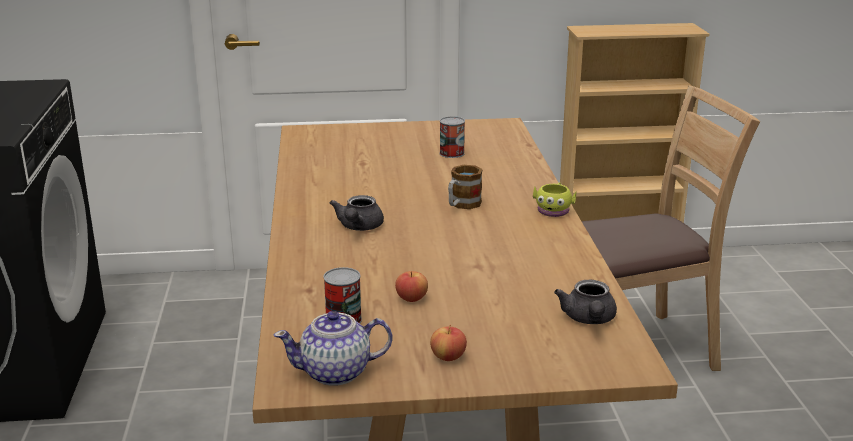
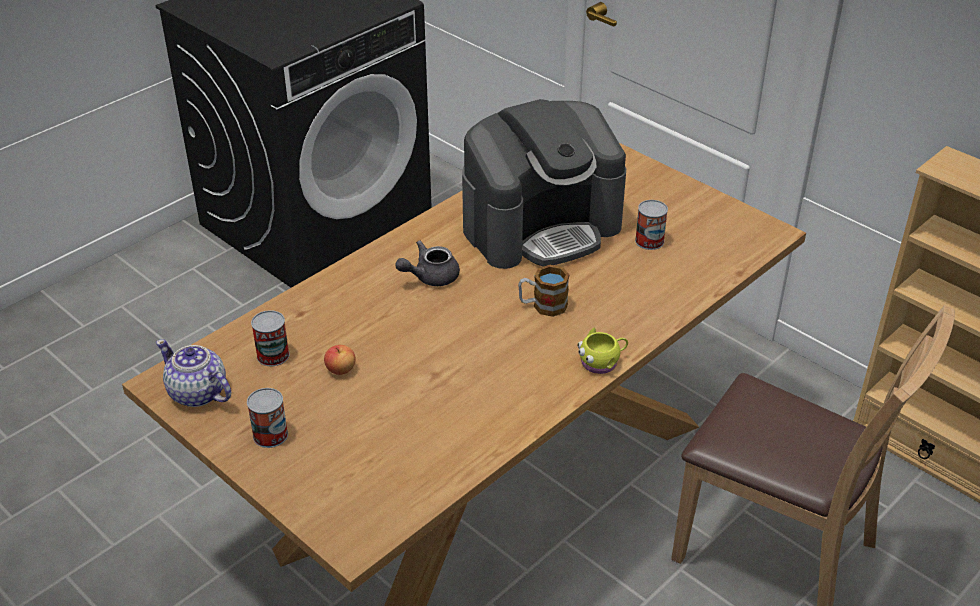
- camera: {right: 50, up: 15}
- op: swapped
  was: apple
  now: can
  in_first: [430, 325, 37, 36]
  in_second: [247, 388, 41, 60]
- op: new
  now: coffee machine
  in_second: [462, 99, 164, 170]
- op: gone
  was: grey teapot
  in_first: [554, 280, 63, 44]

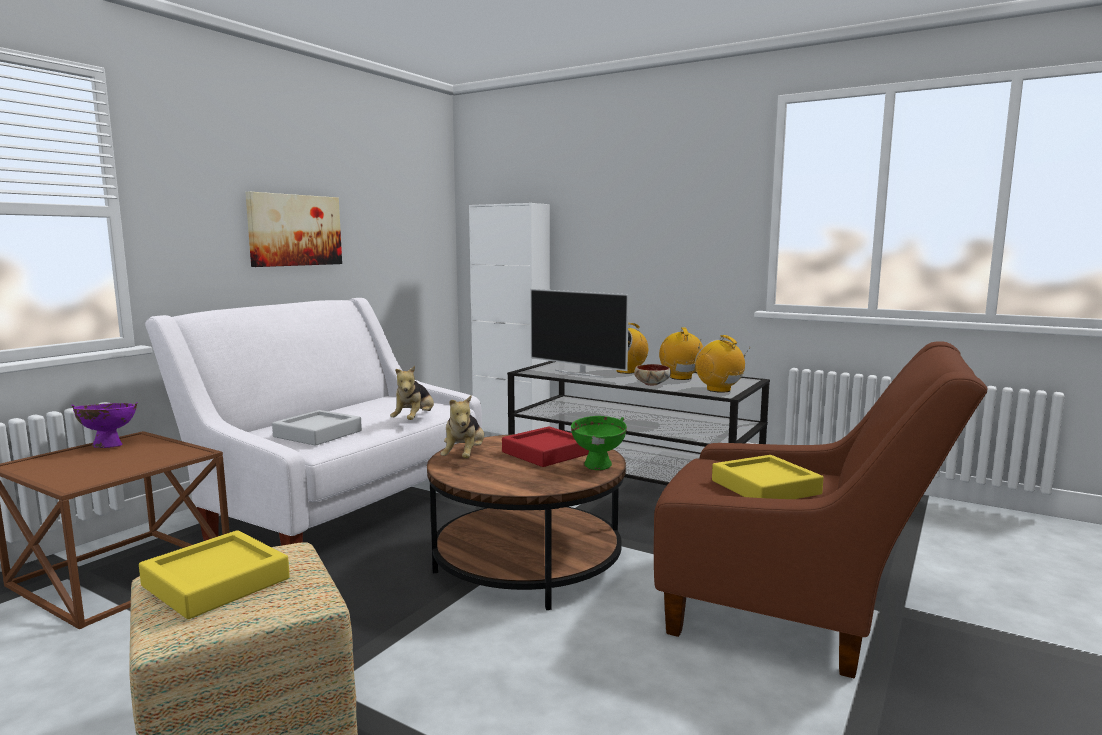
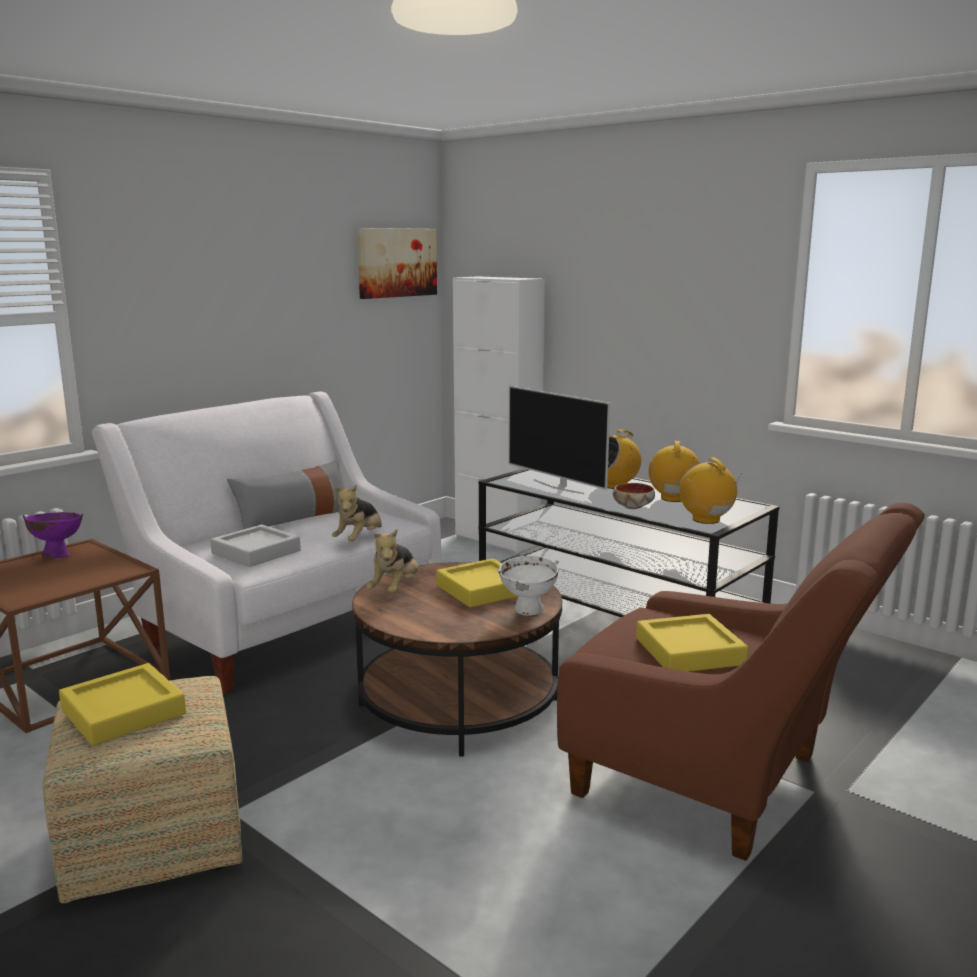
- camera: {right: 10, up: 5}
- op: new
  now: grey pillow
  in_second: [227, 460, 118, 70]
- op: shifted
  was: picture
  in_first: [245, 192, 97, 75]
  in_second: [357, 228, 80, 71]
- op: repainted
  was: red tray
  now: yellow tray
  in_first: [502, 426, 87, 41]
  in_second: [436, 558, 82, 49]
- op: repainted
  was: green bowl
  now: white bowl
  in_first: [571, 416, 56, 54]
  in_second: [498, 556, 61, 60]

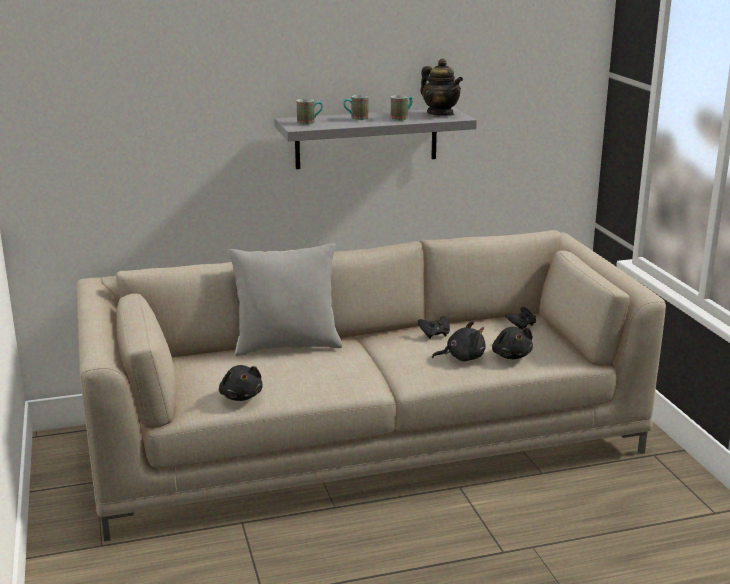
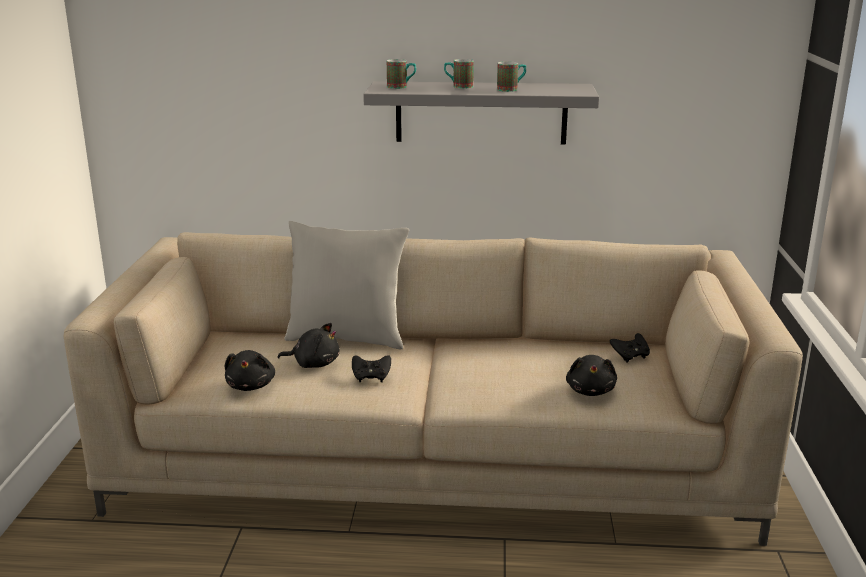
- camera: {right: 20, up: 0}
- op: shifted
  was: black plush toy
  in_first: [432, 321, 54, 41]
  in_second: [277, 323, 63, 45]
- op: shifted
  was: black game controller
  in_first: [418, 316, 32, 23]
  in_second: [352, 355, 39, 27]
- op: gone
  was: teapot
  in_first: [420, 59, 43, 57]

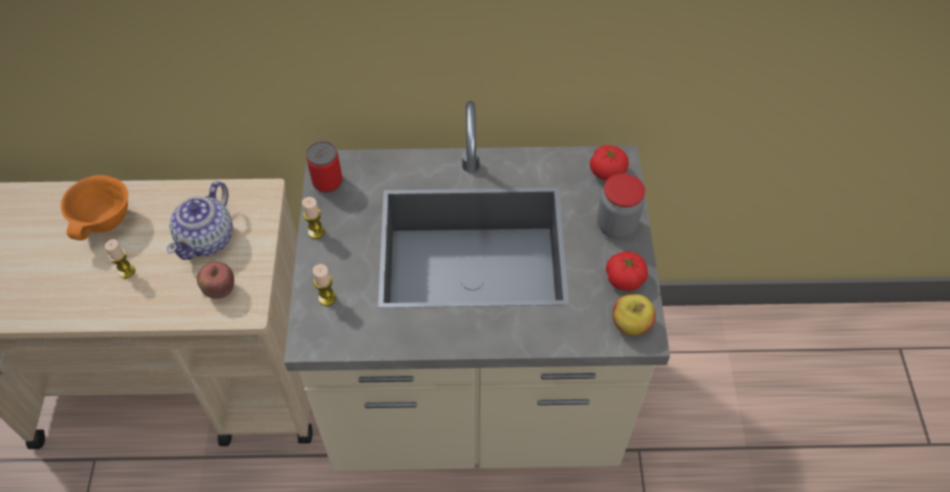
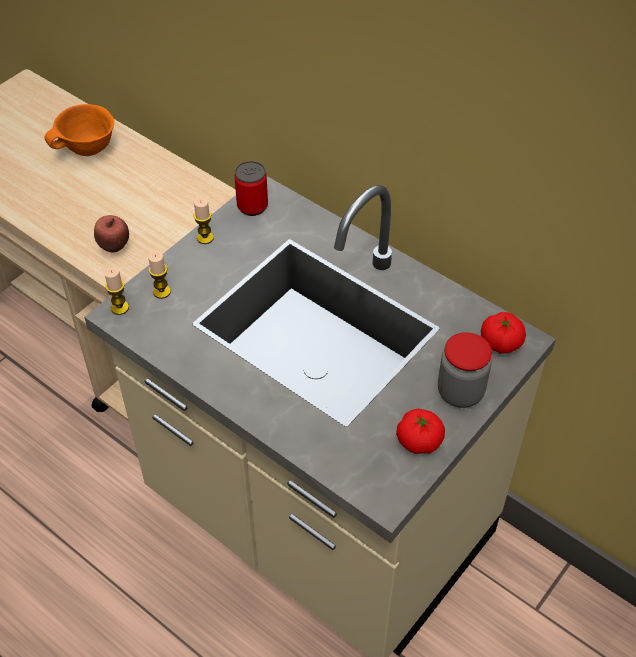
- camera: {right: 40, up: -5}
- op: shifted
  was: candle
  in_first: [105, 239, 30, 39]
  in_second: [104, 267, 25, 48]
- op: gone
  was: teapot
  in_first: [167, 181, 66, 79]
- op: gone
  was: apple
  in_first: [613, 294, 43, 42]

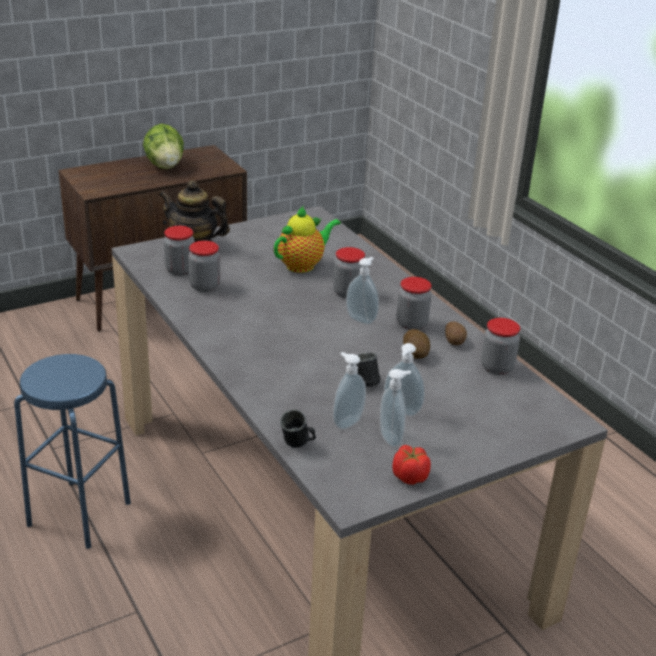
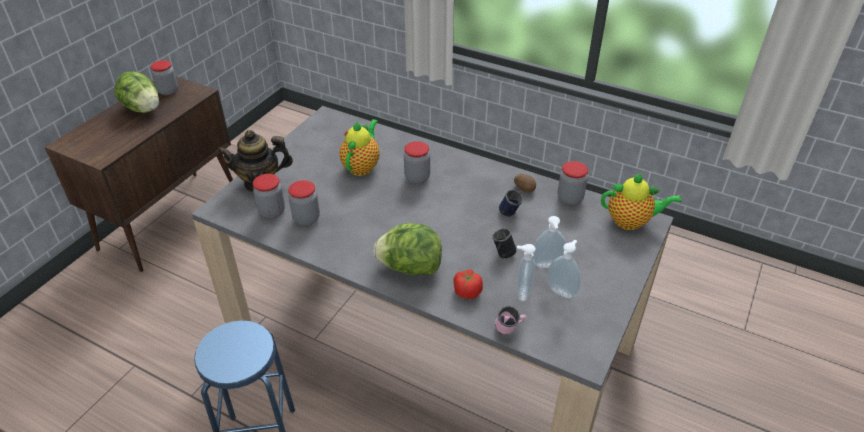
- camera: {right: -30, up: 10}
- op: shifted
  was: jar
  in_first: [396, 277, 36, 53]
  in_second: [151, 60, 27, 35]
- op: new
  now: lettuce
  in_second: [373, 223, 69, 52]
- op: shifted
  was: tomato
  in_first: [392, 445, 39, 40]
  in_second: [453, 269, 30, 30]
- op: repainted
  was: black mug
  now: pink mug
  in_first: [280, 409, 36, 39]
  in_second: [495, 306, 31, 28]
- op: swapped
  was: potato
  now: blue mug
  in_first: [403, 329, 27, 30]
  in_second: [499, 190, 24, 27]
- op: new
  now: teapot
  in_second: [601, 173, 81, 57]
- op: gone
  was: soap dispenser
  in_first: [346, 257, 33, 67]

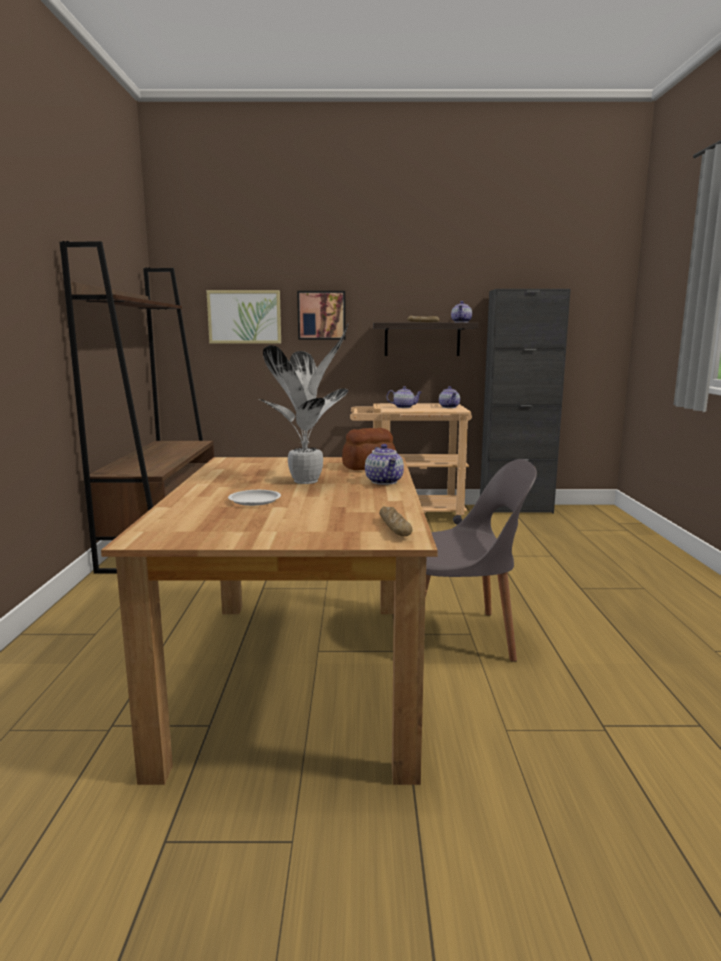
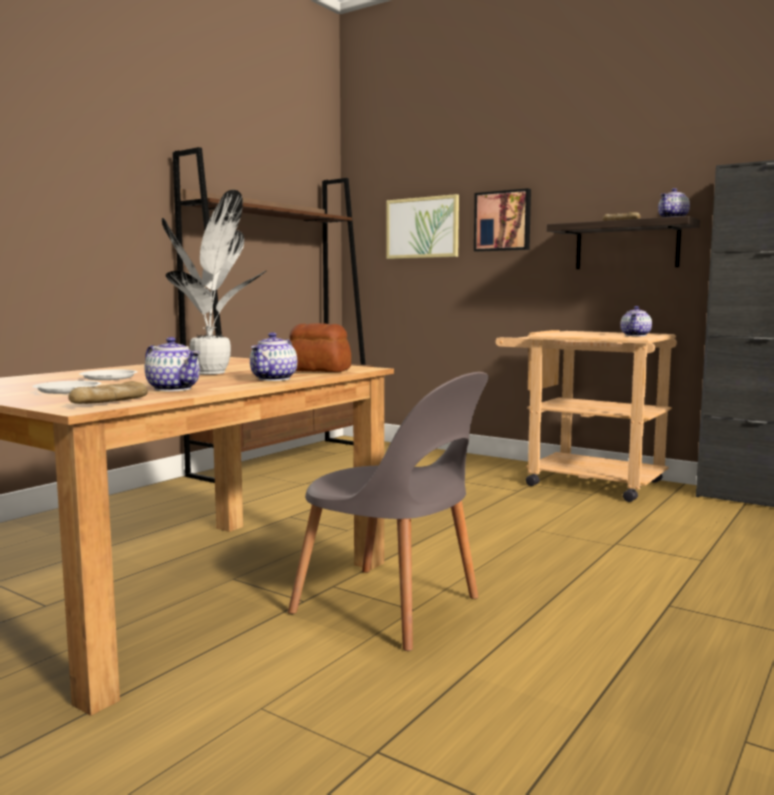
- camera: {right: 35, up: -5}
- op: new
  now: white plate
  in_second: [32, 381, 70, 13]
- op: shifted
  was: teapot
  in_first: [387, 386, 35, 22]
  in_second: [145, 337, 55, 54]

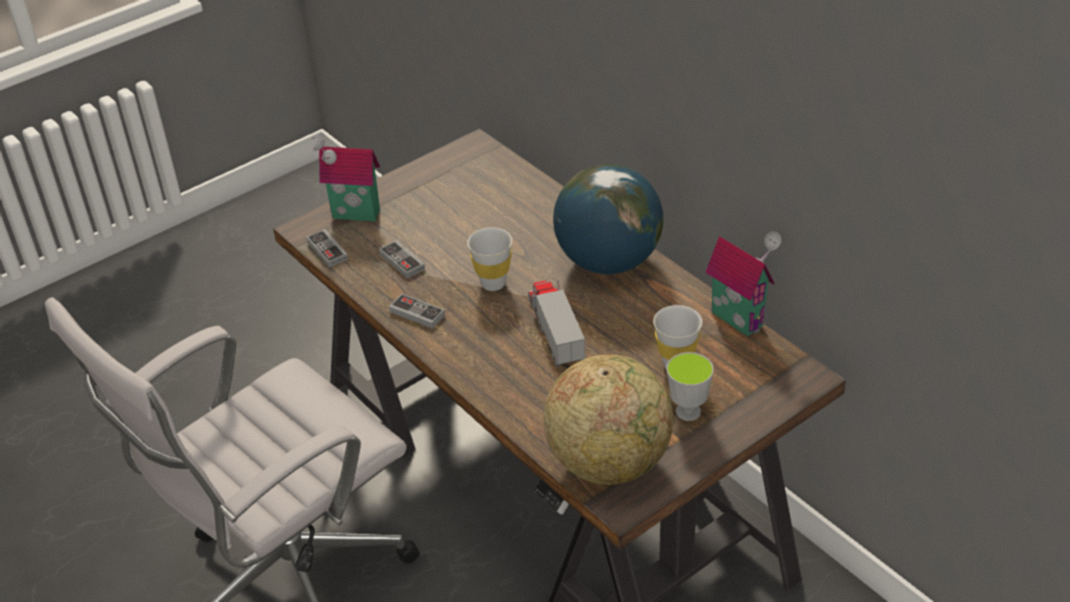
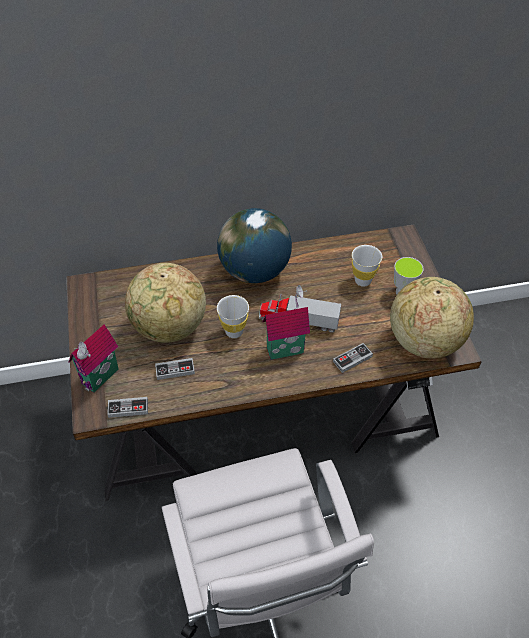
- camera: {right: -65, up: 10}
- op: new
  now: globe
  in_second: [125, 263, 81, 80]
- op: shifted
  was: toy house
  in_first: [705, 231, 76, 105]
  in_second: [262, 285, 48, 75]
- op: shifted
  was: game controller
  in_first: [389, 294, 56, 35]
  in_second: [333, 343, 40, 30]

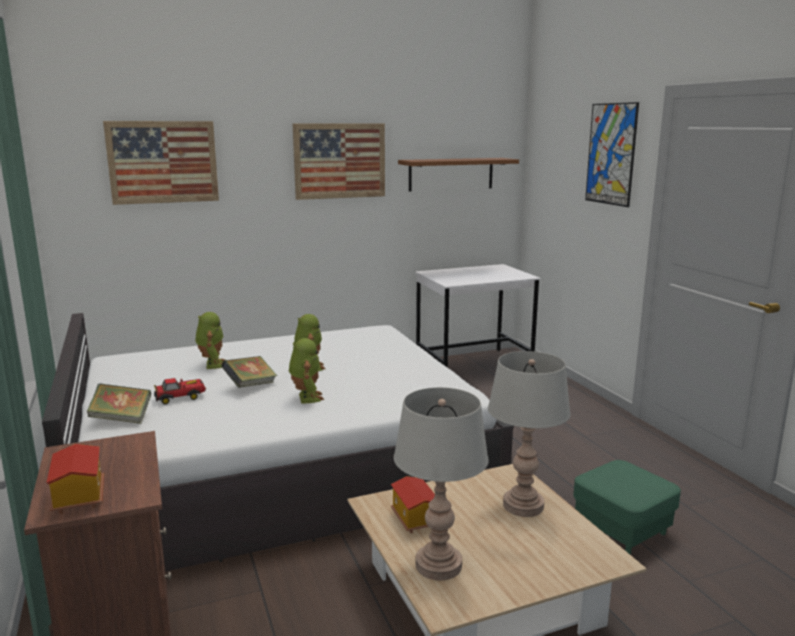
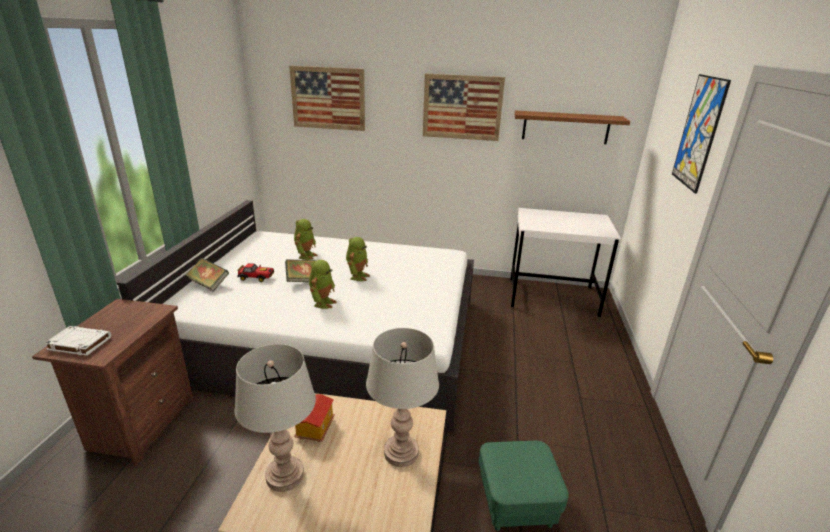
- camera: {right: 30, up: 10}
- op: swapped
  was: toy house
  now: white book
  in_first: [46, 444, 58, 70]
  in_second: [44, 326, 67, 30]

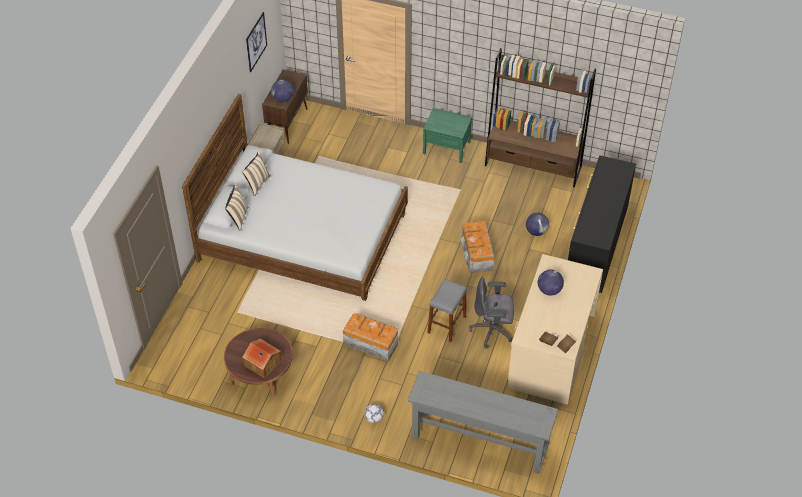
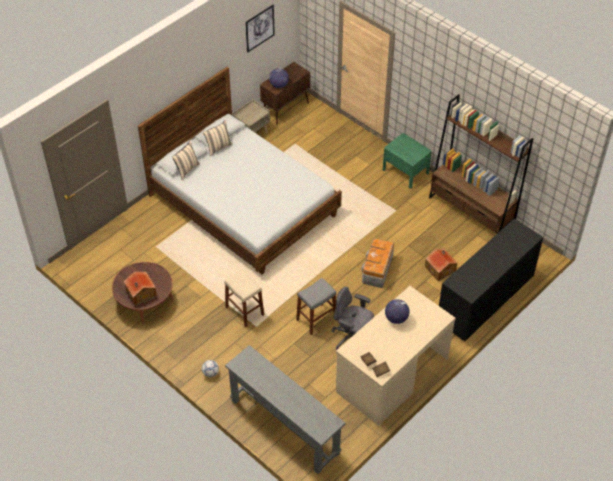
- camera: {right: 25, up: 0}
- op: swapped
  was: storage box
  now: beige stool
  in_first: [343, 313, 55, 49]
  in_second: [224, 270, 40, 57]
- op: swapped
  was: globe
  now: toy house
  in_first: [526, 213, 23, 23]
  in_second: [425, 249, 33, 32]

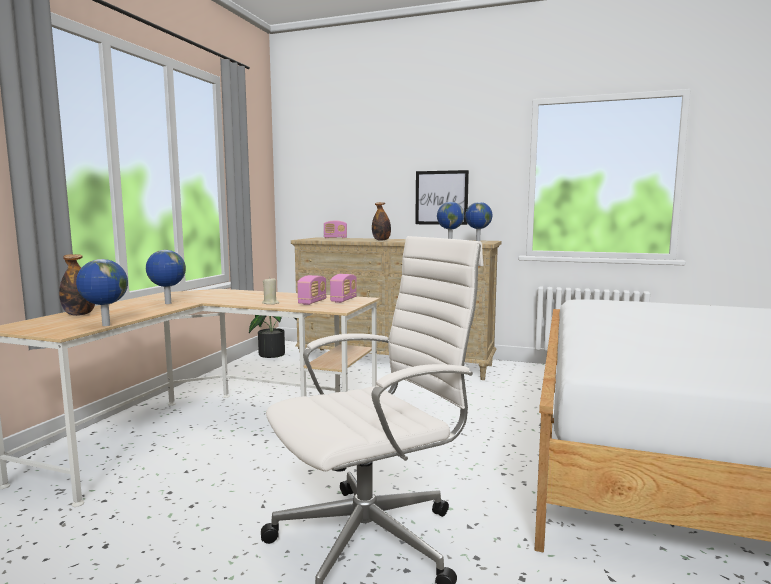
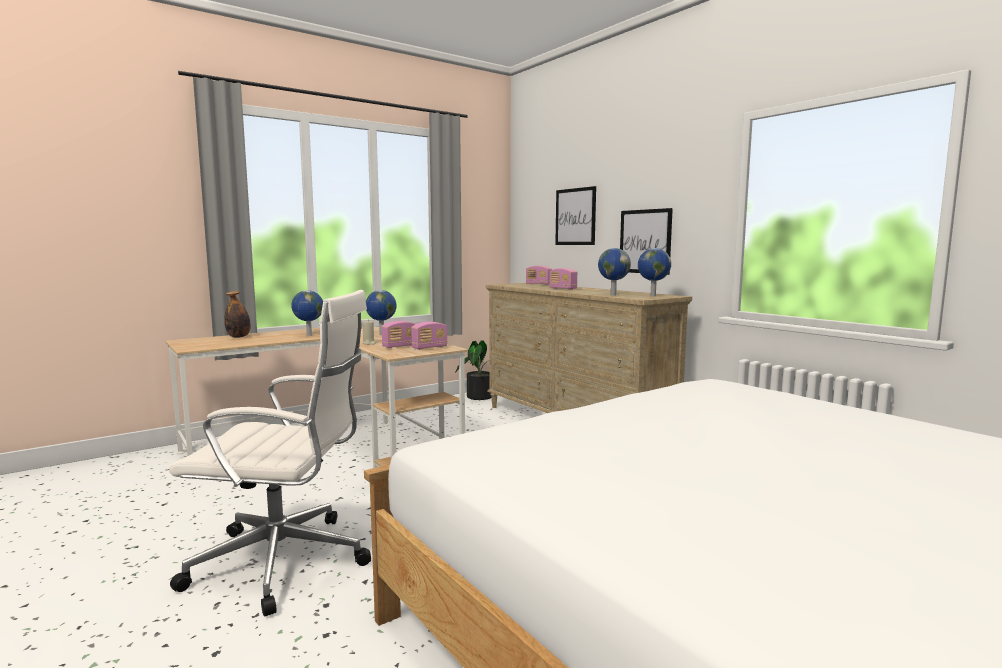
- camera: {right: 35, up: 0}
- op: shifted
  was: globe
  in_first: [76, 259, 52, 67]
  in_second: [366, 290, 30, 45]
- op: swapped
  was: bottle
  now: radio
  in_first: [372, 202, 19, 39]
  in_second: [549, 268, 28, 22]
- op: new
  now: picture
  in_second: [555, 186, 41, 59]

